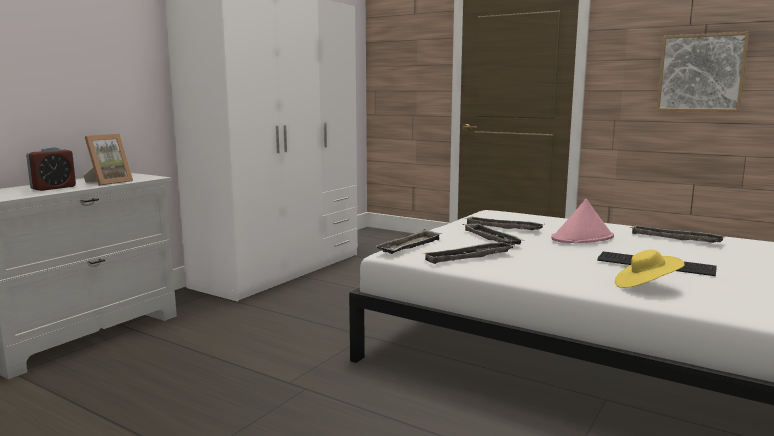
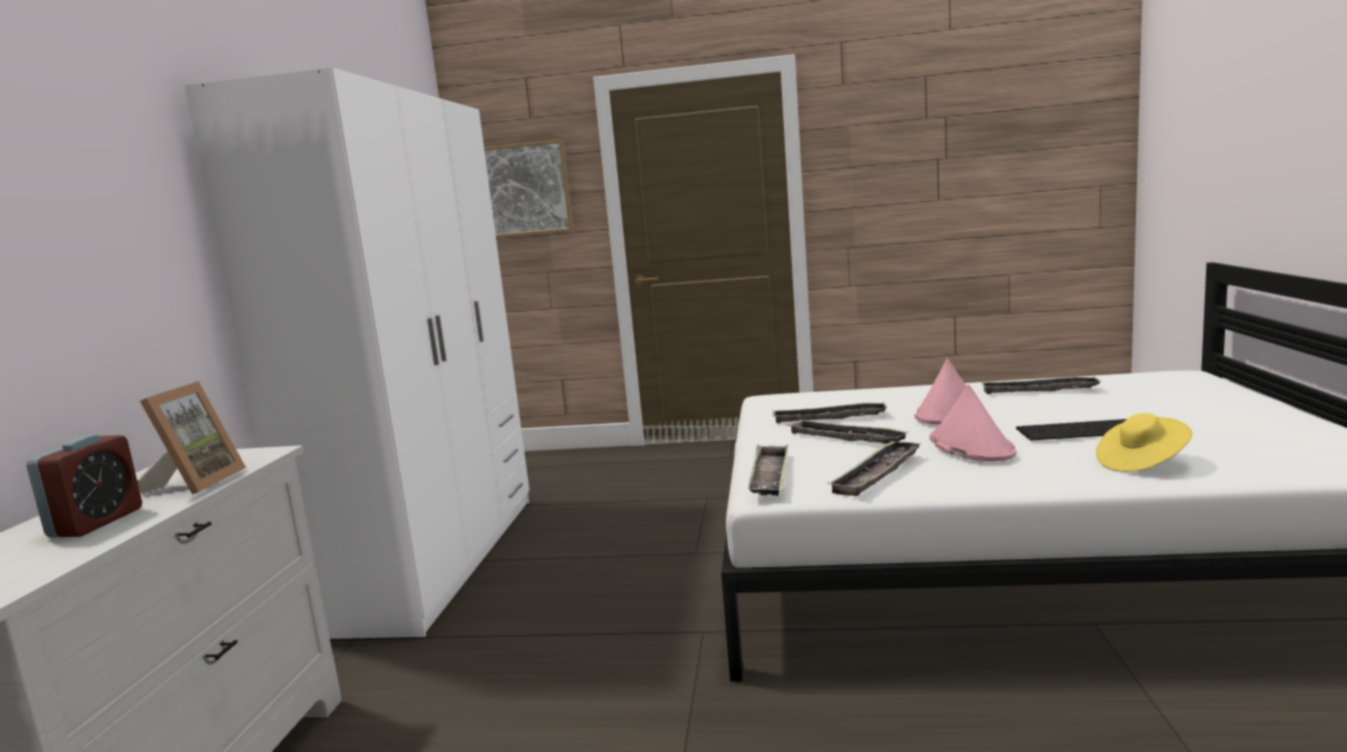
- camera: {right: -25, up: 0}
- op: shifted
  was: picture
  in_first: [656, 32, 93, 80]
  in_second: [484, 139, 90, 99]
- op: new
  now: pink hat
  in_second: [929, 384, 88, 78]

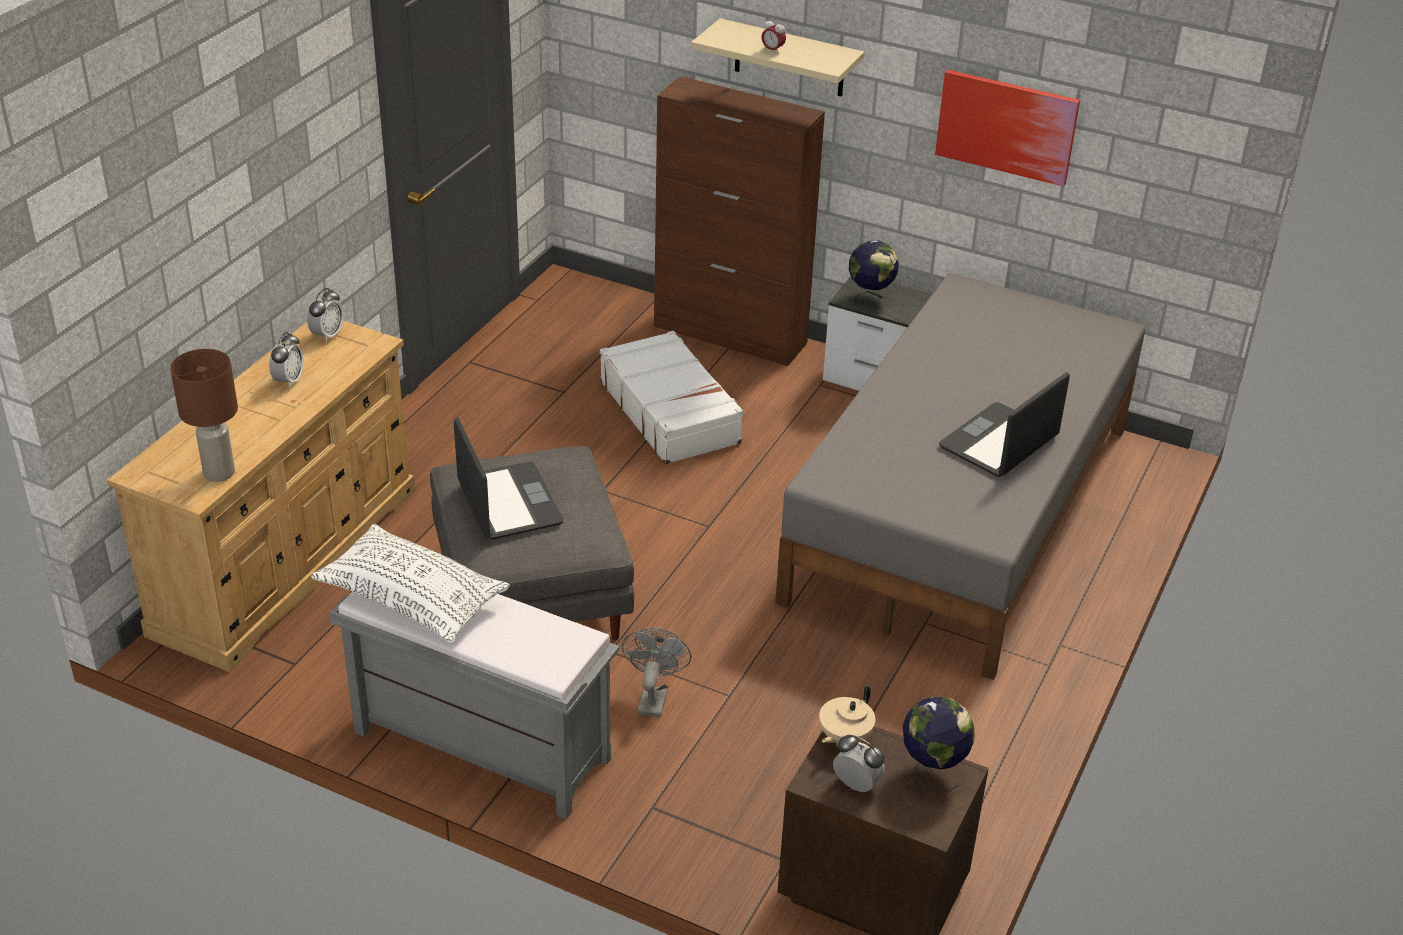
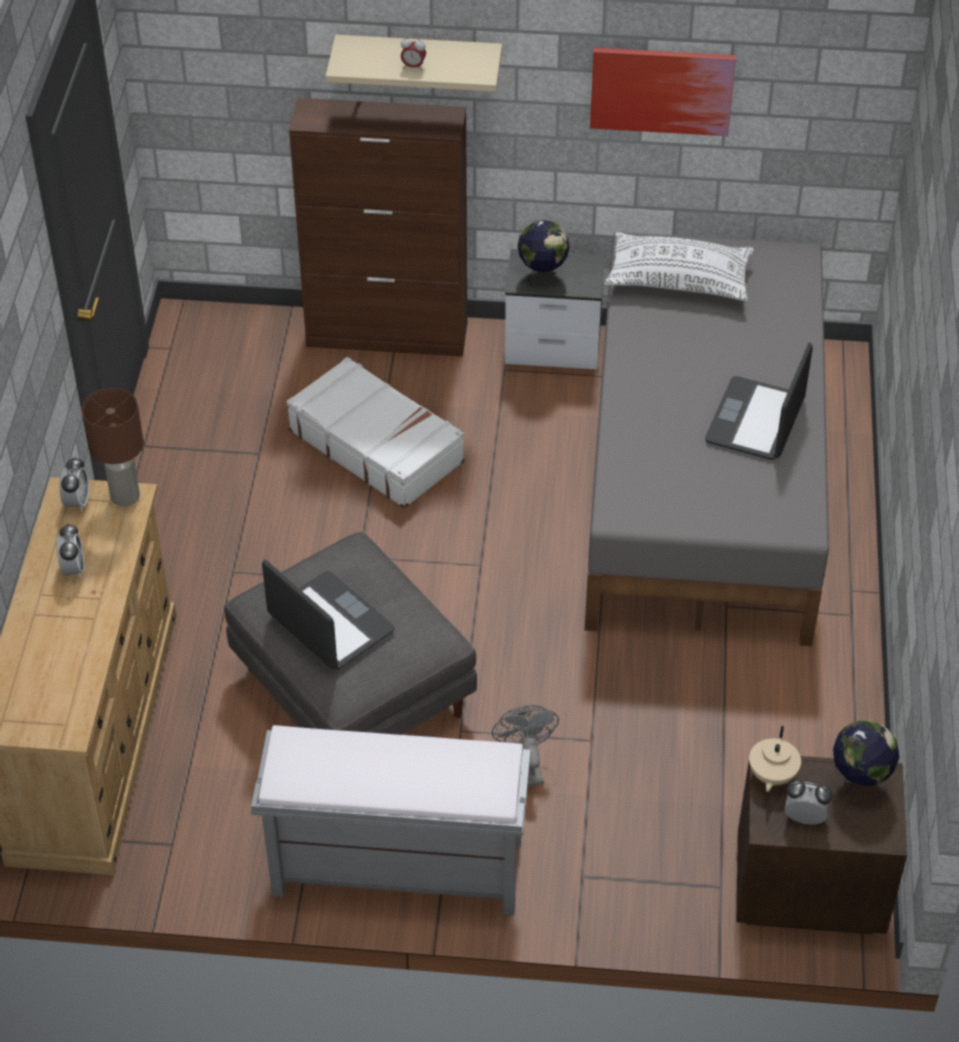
- camera: {right: -20, up: 10}
- op: shifted
  was: brown table lamp
  in_first: [170, 349, 68, 133]
  in_second: [82, 388, 62, 118]
- op: shifted
  was: white pillow
  in_first: [311, 524, 199, 119]
  in_second: [605, 232, 149, 69]

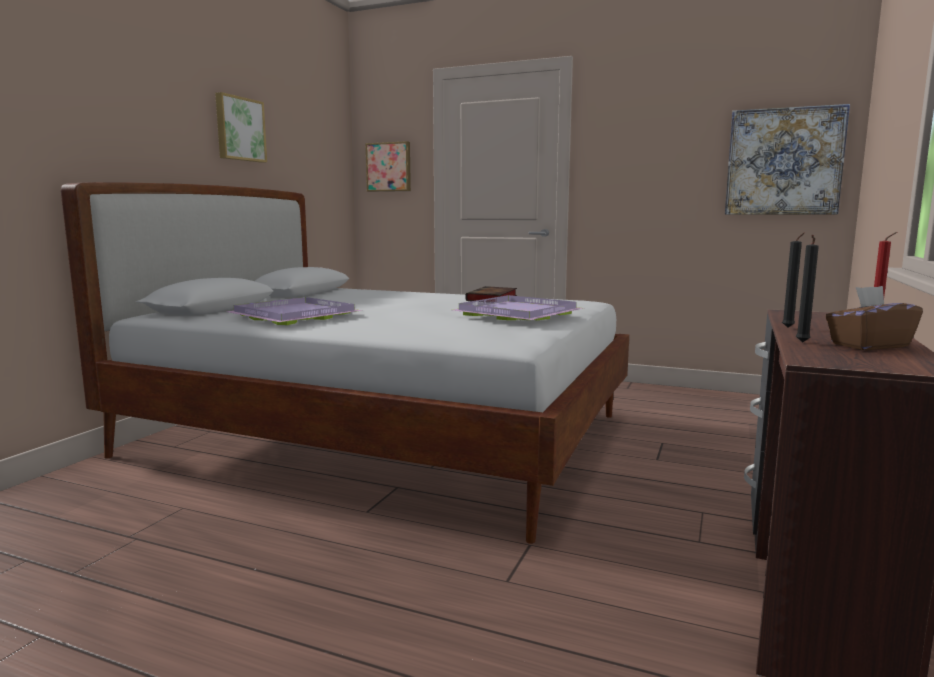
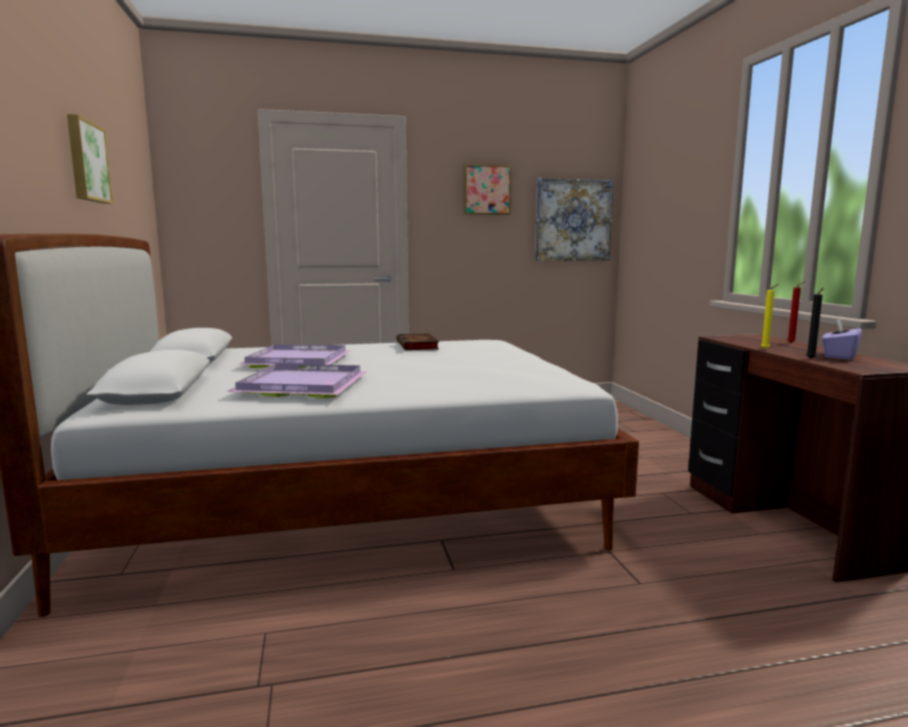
- camera: {right: -35, up: 0}
- op: shifted
  was: purple tray
  in_first: [453, 295, 130, 25]
  in_second: [237, 344, 114, 24]
- op: shifted
  was: picture
  in_first: [365, 141, 46, 51]
  in_second: [463, 164, 48, 51]
- op: repainted
  was: black candle
  now: yellow candle
  in_first: [782, 232, 23, 96]
  in_second: [761, 284, 18, 65]
- op: repainted
  was: brown tissue box
  now: purple tissue box
  in_first: [825, 286, 98, 64]
  in_second: [822, 319, 40, 41]

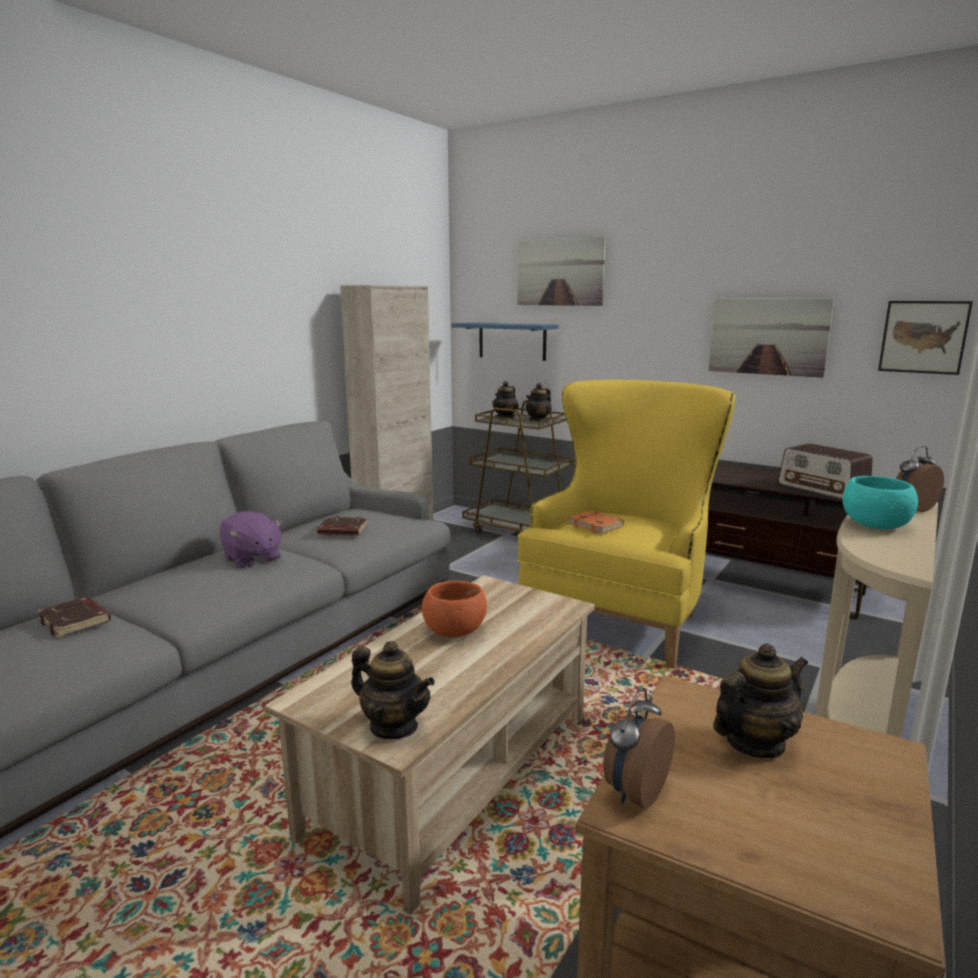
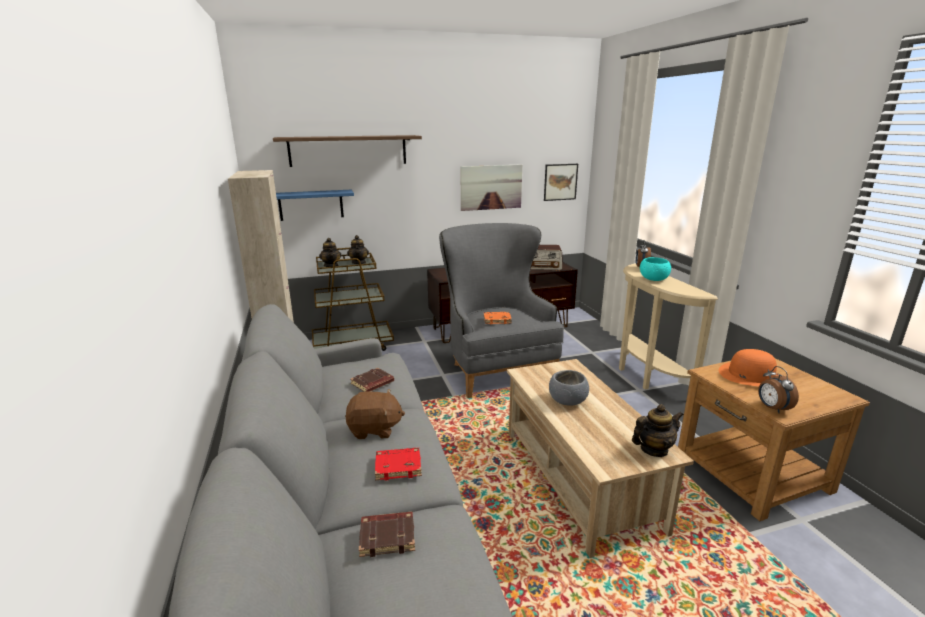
- camera: {right: -50, up: 5}
- op: swapped
  was: picture
  now: shelf
  in_first: [518, 236, 88, 70]
  in_second: [273, 135, 149, 32]
- op: repainted
  was: purple plush toy
  now: brown plush toy
  in_first: [220, 511, 63, 57]
  in_second: [345, 389, 60, 50]
- op: new
  now: red book
  in_second: [375, 447, 47, 34]
- op: repainted
  was: yellow armchair
  now: grey armchair
  in_first: [518, 380, 218, 289]
  in_second: [439, 223, 125, 175]
- op: repainted
  was: orange bowl
  now: grey bowl
  in_first: [422, 581, 65, 56]
  in_second: [549, 370, 40, 36]
- op: swapped
  was: teapot
  now: orange hat
  in_first: [713, 643, 95, 115]
  in_second: [719, 349, 59, 37]

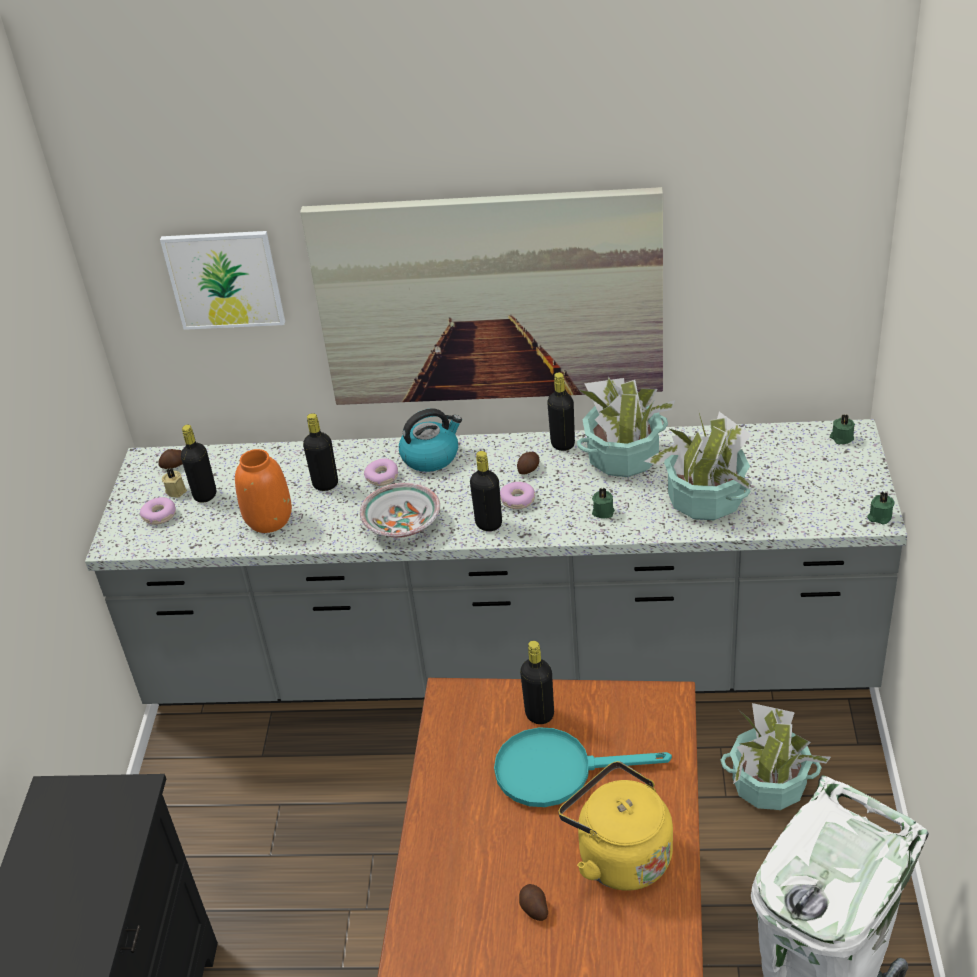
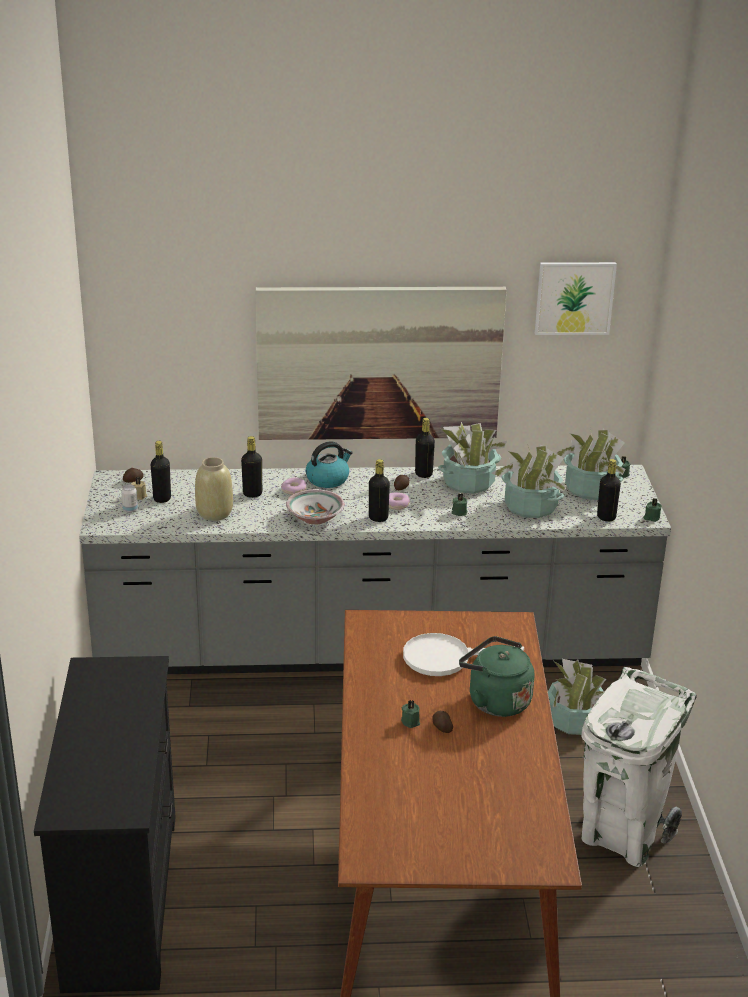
- camera: {right: -10, up: -10}
- op: swapped
  was: donut
  now: can
  in_first: [140, 497, 36, 28]
  in_second: [121, 484, 17, 29]
- op: repainted
  was: orange vase
  now: beige vase
  in_first: [235, 449, 57, 84]
  in_second: [195, 457, 38, 64]
- op: new
  now: green candle
  in_second: [401, 700, 19, 28]
- op: repainted
  was: turquoise frying pan
  now: white frying pan
  in_first: [494, 727, 178, 80]
  in_second: [403, 633, 121, 43]
- op: repainted
  was: yellow kettle
  now: green kettle
  in_first: [558, 761, 115, 130]
  in_second: [459, 636, 75, 81]
- op: shifted
  was: picture
  in_first: [160, 231, 125, 99]
  in_second: [535, 262, 82, 73]
- op: new
  now: potted plant
  in_second: [555, 429, 71, 71]
- op: shifted
  was: black bottle
  in_first: [520, 641, 34, 83]
  in_second: [597, 459, 24, 63]

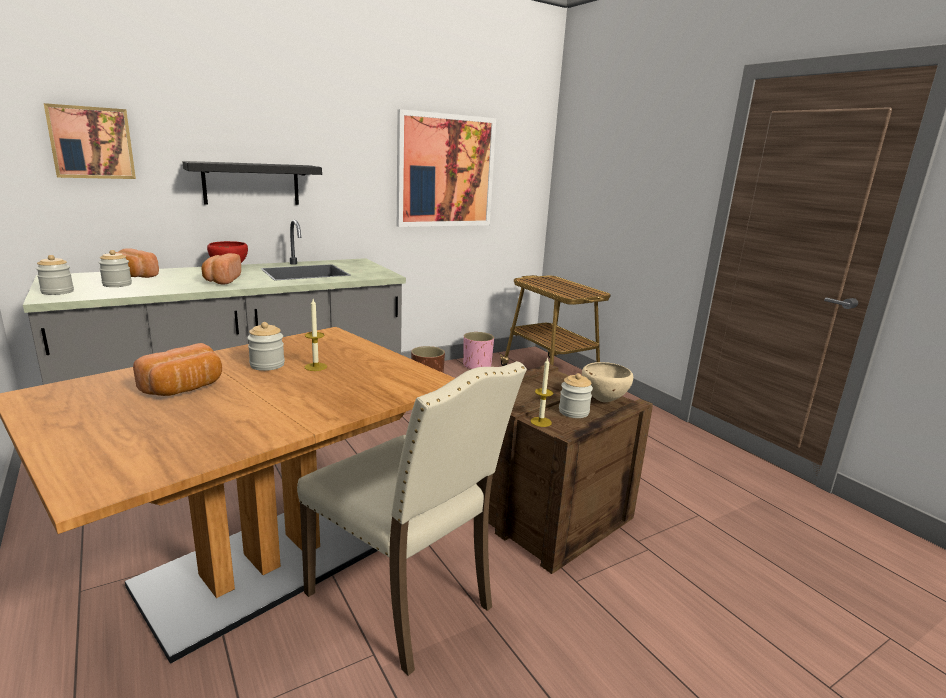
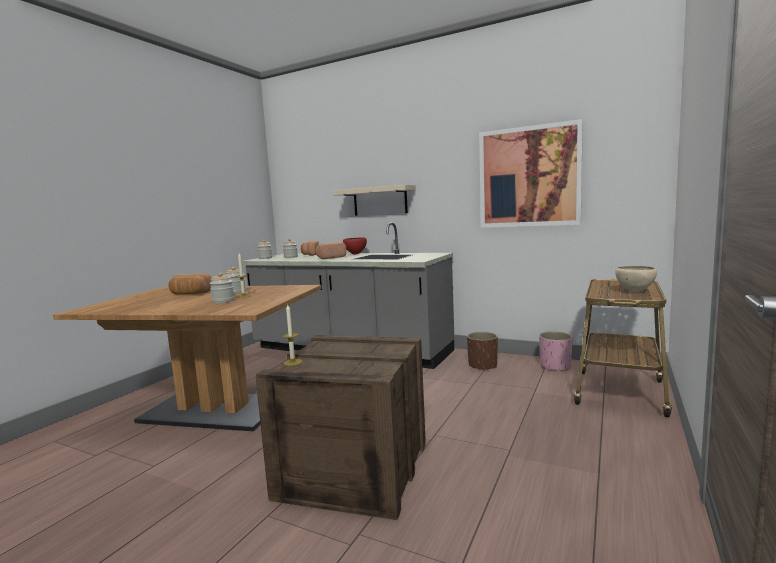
- camera: {right: 60, up: -10}
- op: shifted
  was: jar
  in_first: [559, 373, 34, 45]
  in_second: [210, 272, 24, 31]
- op: repainted
  was: black shelf
  now: beige shelf
  in_first: [182, 161, 140, 44]
  in_second: [333, 185, 83, 31]
- op: shifted
  was: beige bowl
  in_first: [582, 362, 51, 40]
  in_second: [615, 266, 42, 26]
- op: gone
  was: picture
  in_first: [44, 103, 92, 76]
- op: gone
  was: beige chair
  in_first: [297, 361, 230, 315]

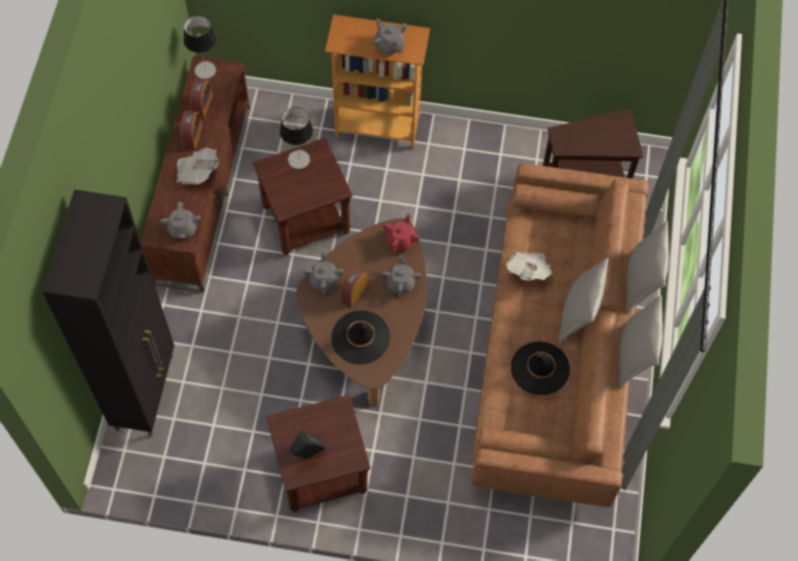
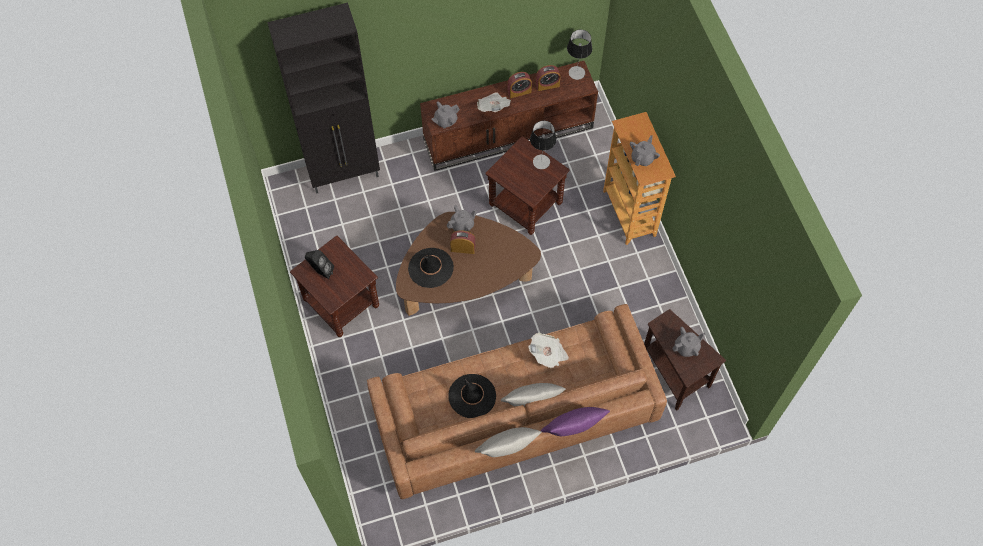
- camera: {right: 65, up: 0}
- op: repainted
  was: grey pillow
  now: purple pillow
  in_first: [626, 220, 43, 93]
  in_second: [541, 407, 69, 29]
- op: shifted
  was: grey teapot
  in_first: [381, 255, 40, 42]
  in_second: [672, 327, 33, 30]
- op: gone
  was: red teapot
  in_first: [383, 213, 37, 39]

